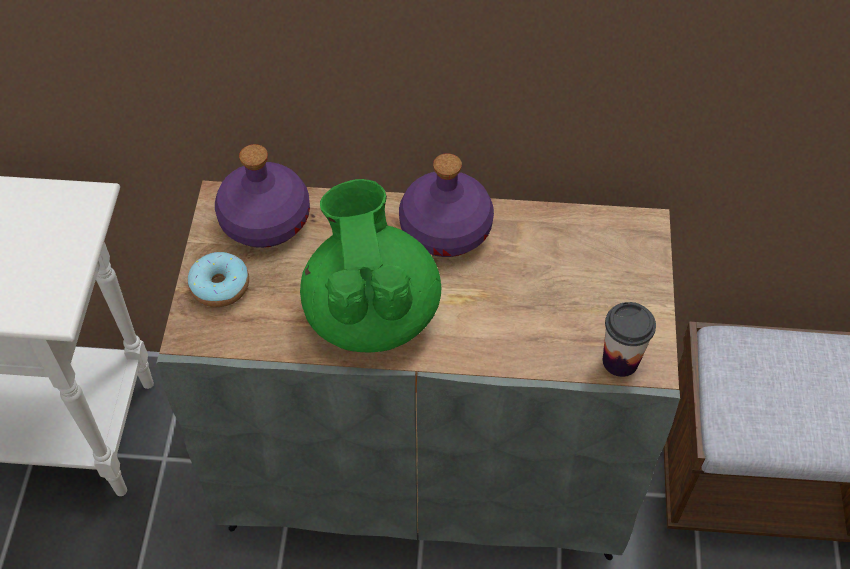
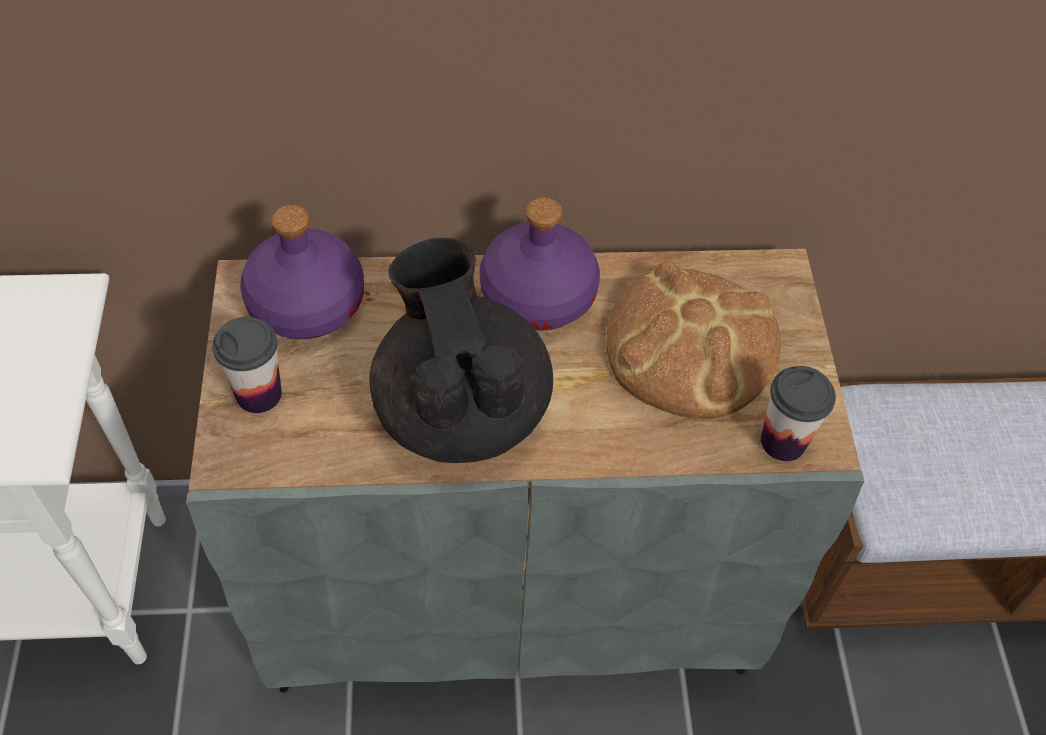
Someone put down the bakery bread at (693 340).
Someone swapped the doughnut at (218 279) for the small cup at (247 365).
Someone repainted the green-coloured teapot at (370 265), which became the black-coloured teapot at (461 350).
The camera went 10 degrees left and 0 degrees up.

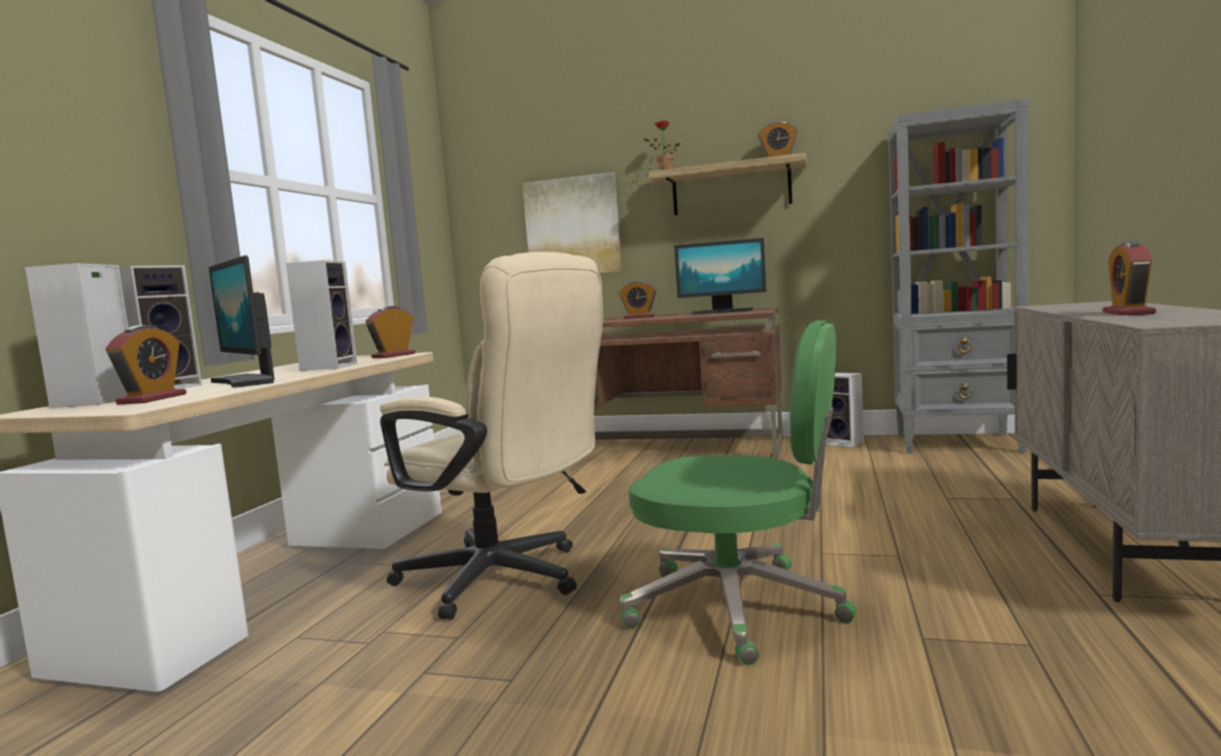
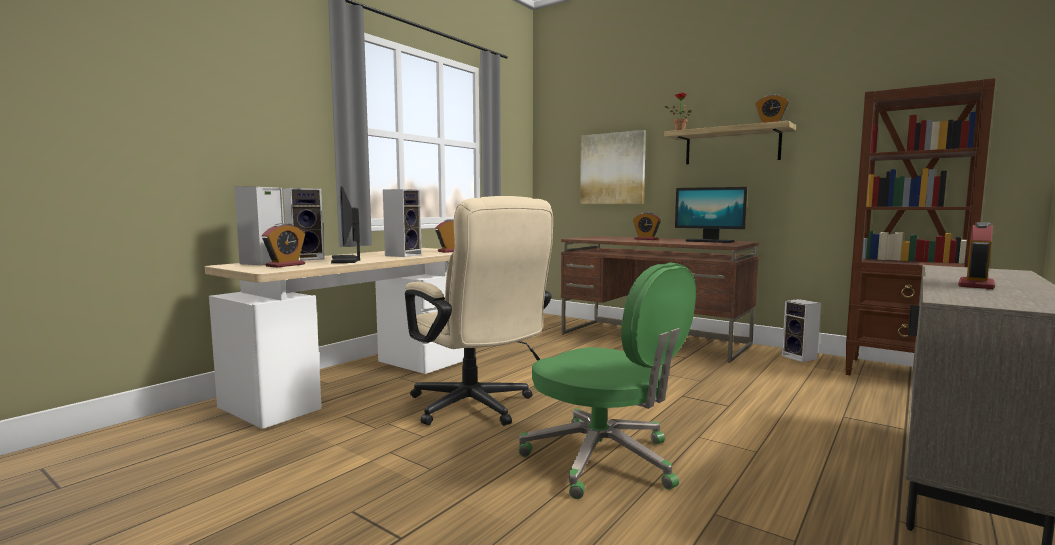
Someone repainted the gray shelving unit at (959 276), which became the brownish shelving unit at (920 227).
The camera went 20 degrees right and 0 degrees up.

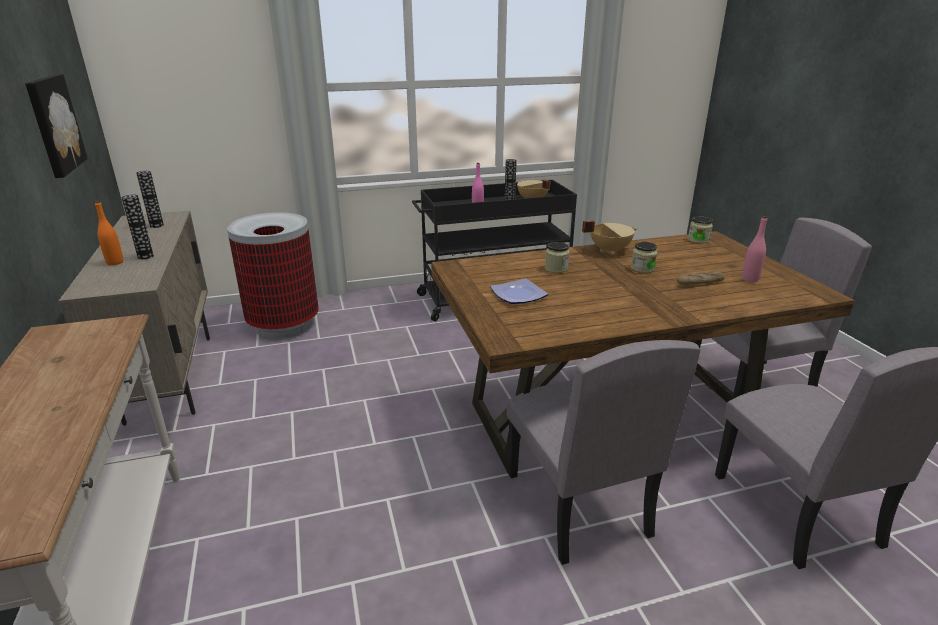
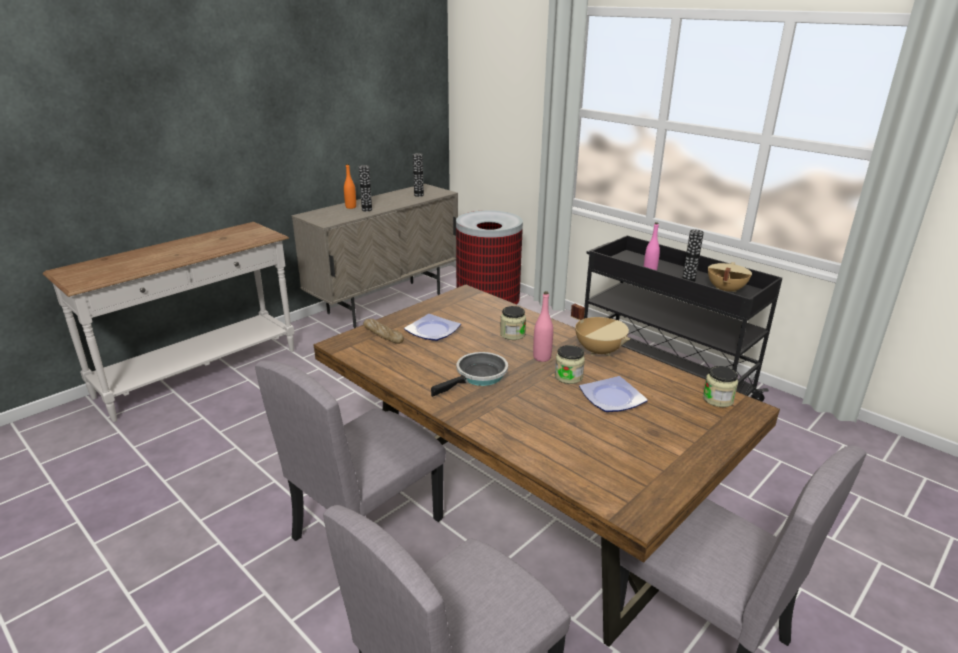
Someone took away the picture at (56 126).
Someone put down the pan at (469 374).
Someone put down the plate at (613 394).
Someone carried the bakery bread from (700 278) to (383 331).
Someone carried the pinkish beverage bottle from (754 249) to (543 326).
The camera went 60 degrees right and 0 degrees up.

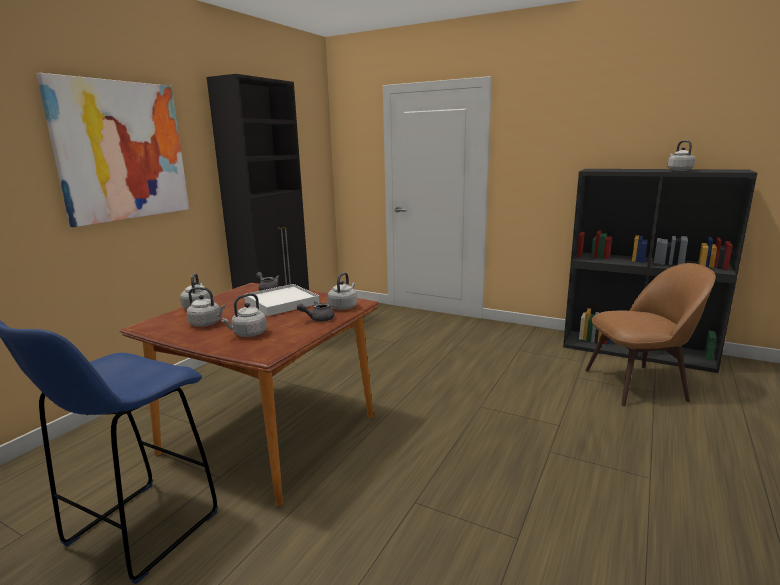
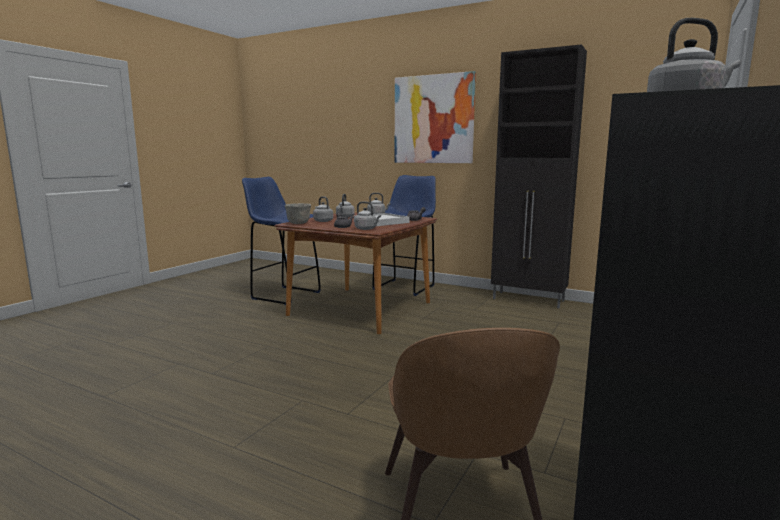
Someone put down the gray deep dish at (298 213).
Someone put down the blue-coloured stool seat at (404 235).
The camera went 90 degrees right and 5 degrees down.

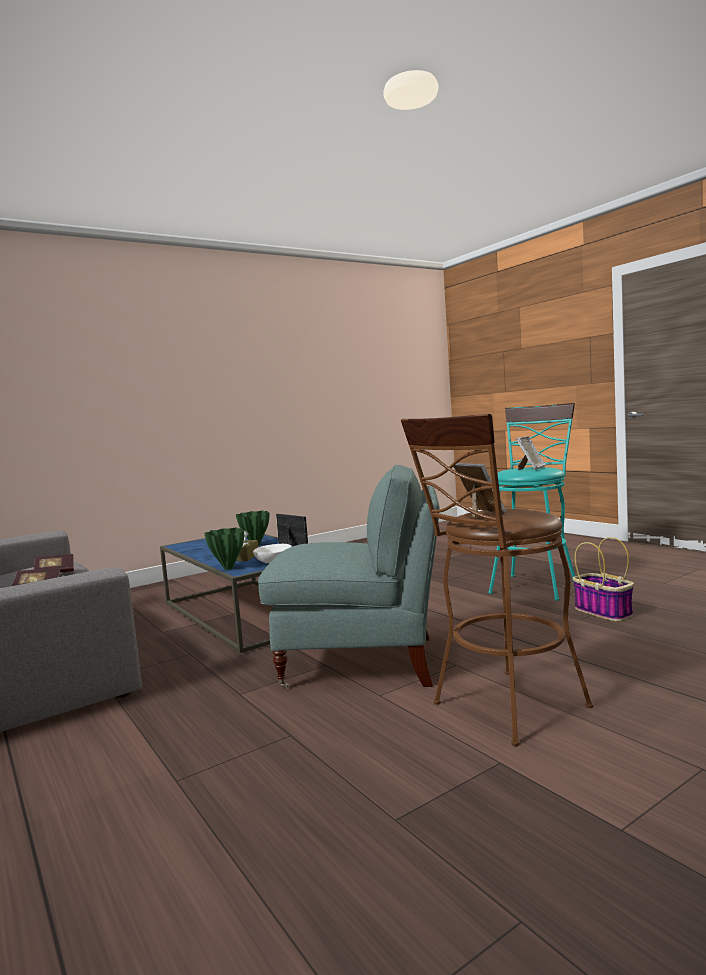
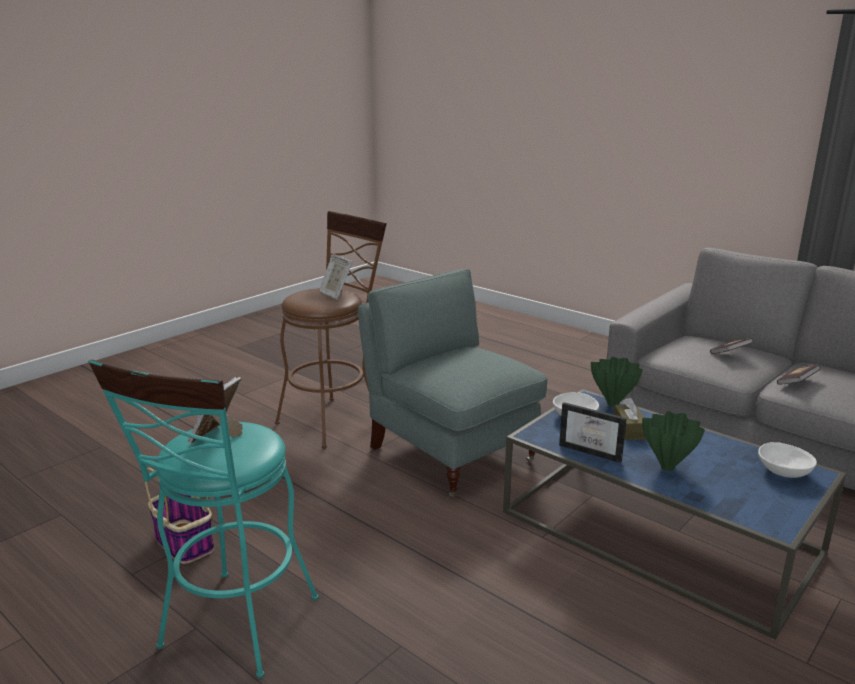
Someone put down the white deep dish at (787 460).
Someone rotated the gray lounge chair at (349 577) by 60 degrees clockwise.
The camera went 165 degrees right and 15 degrees up.

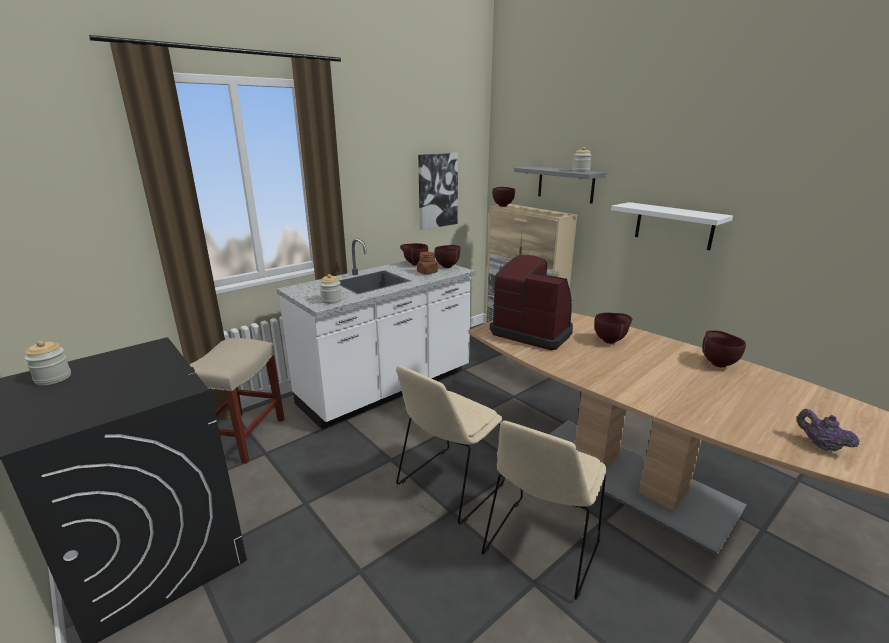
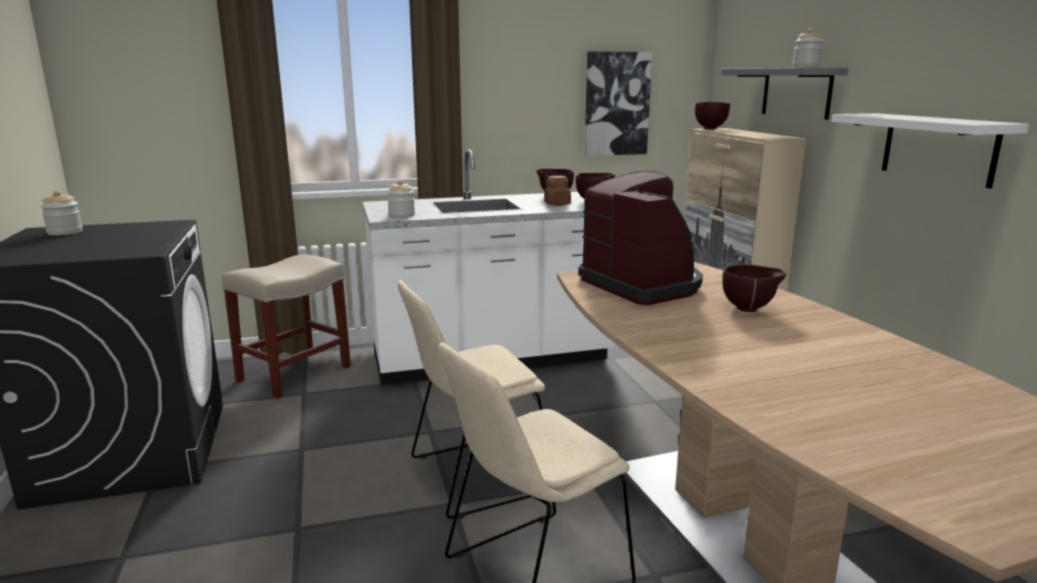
Someone took away the brownish deep dish at (724 348).
Someone took away the purple teapot at (828 430).
The camera went 25 degrees right and 5 degrees down.

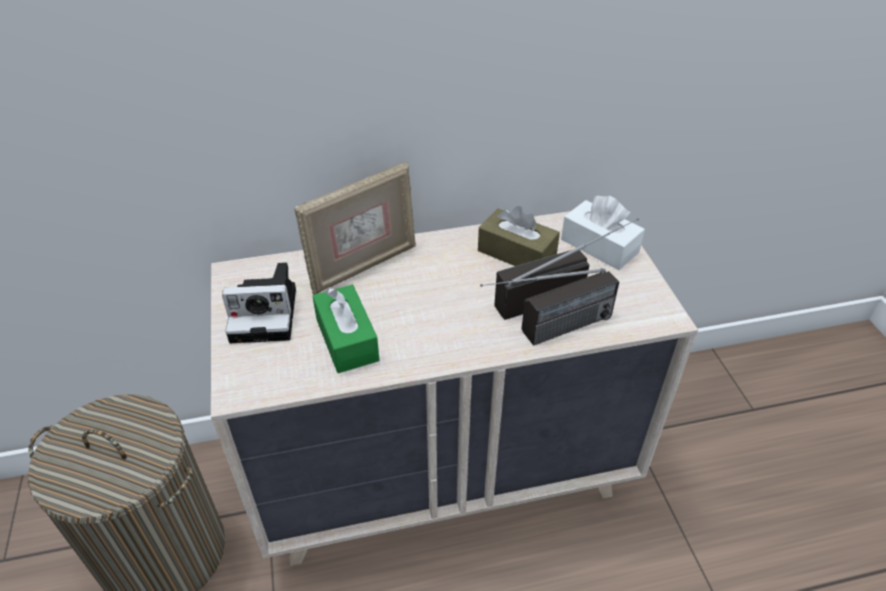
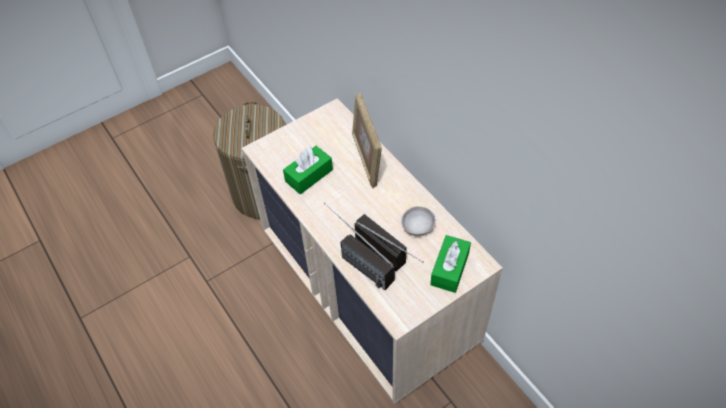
Someone took away the still camera at (259 302).
Someone swapped the brownish tissue holder at (519 236) for the gray deep dish at (418 221).
Someone repainted the white tissue holder at (603 233), which became the green-coloured tissue holder at (450 264).
Someone rotated the standing frame at (355 228) by 45 degrees clockwise.
The camera went 70 degrees right and 10 degrees up.

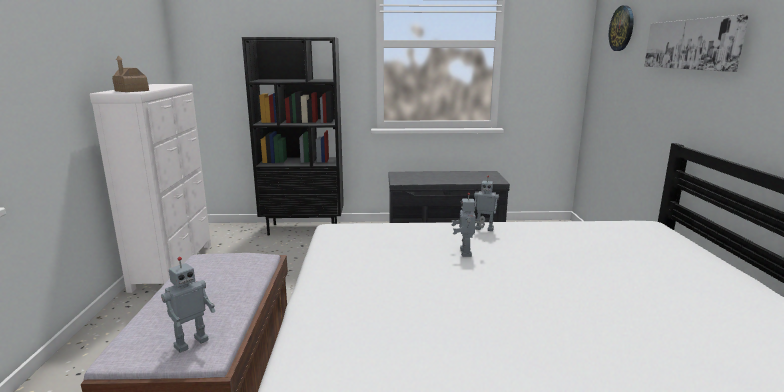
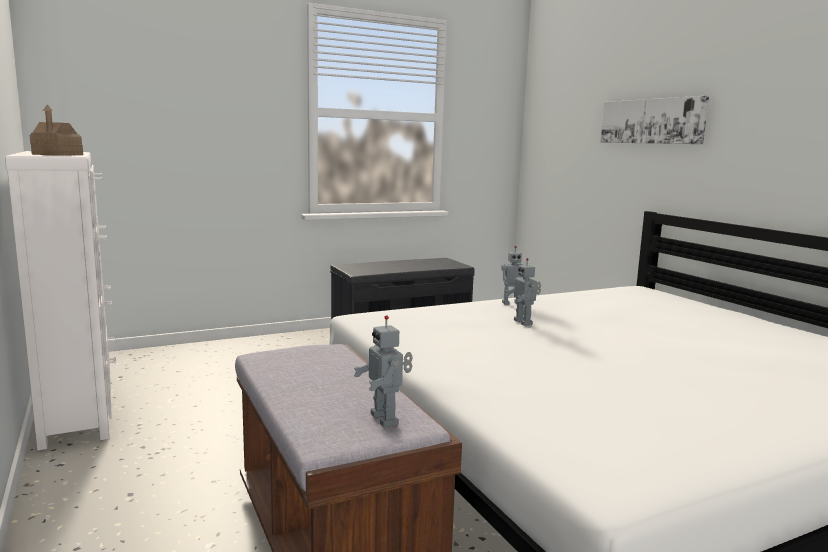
Someone took away the black-coloured shelving unit at (293 136).
Someone took away the hanging clock at (621 28).
Someone rotated the model robot at (188 305) by 135 degrees clockwise.
The camera went 25 degrees left and 5 degrees down.

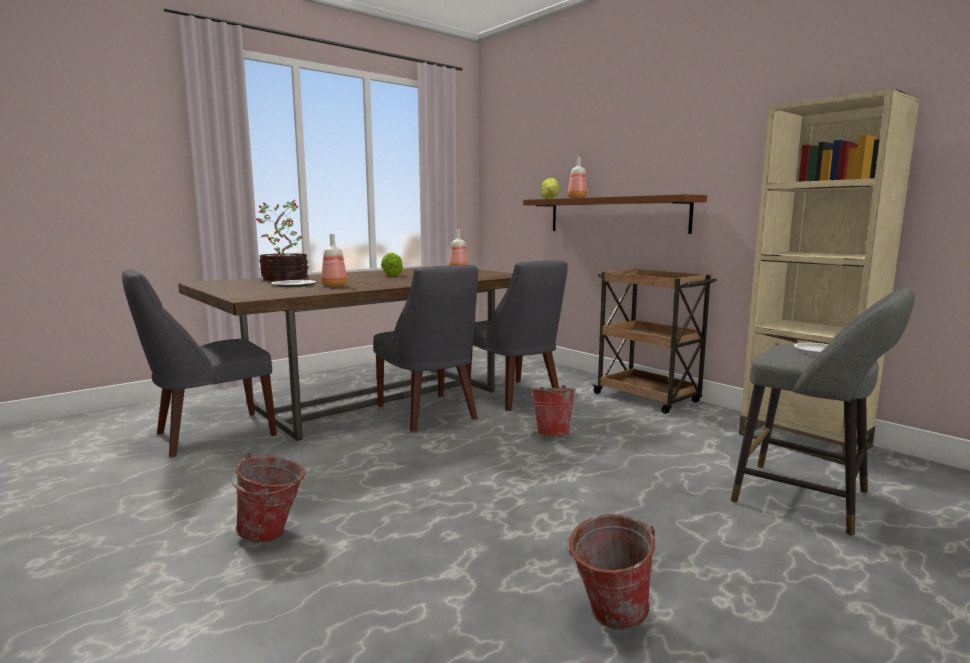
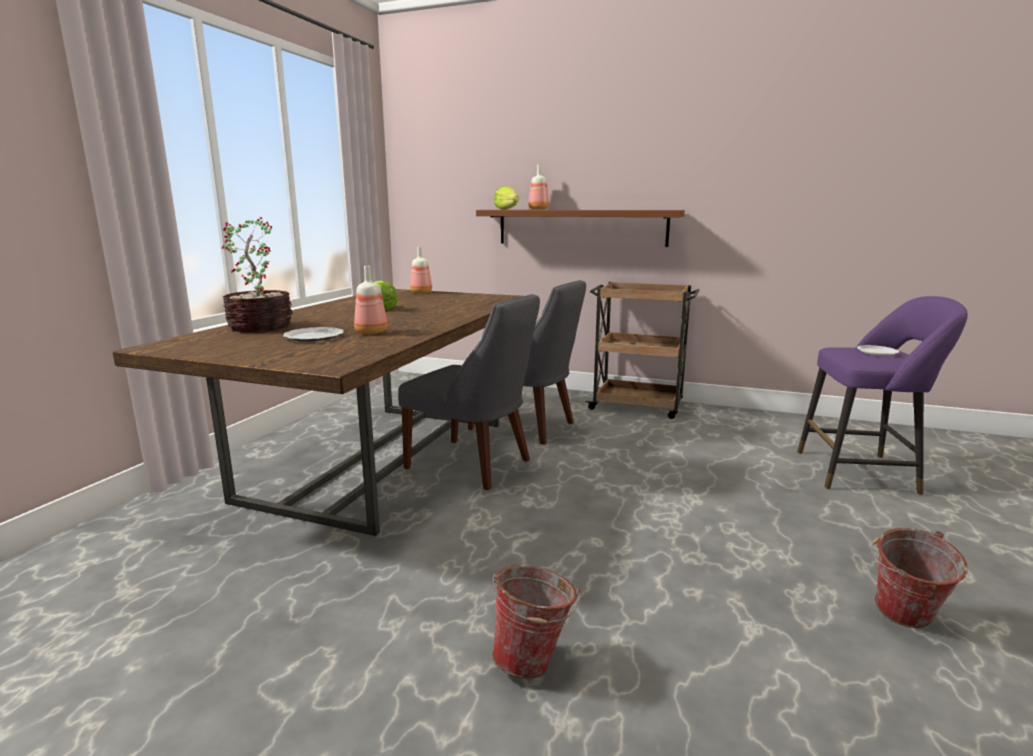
Someone took away the gray upright chair at (199 363).
Someone took away the pail at (555 410).
Someone took away the sand-coloured shelving unit at (829 276).
Someone repainted the gray stool seat at (823 412), which became the purple stool seat at (882 395).
The camera went 30 degrees left and 5 degrees up.

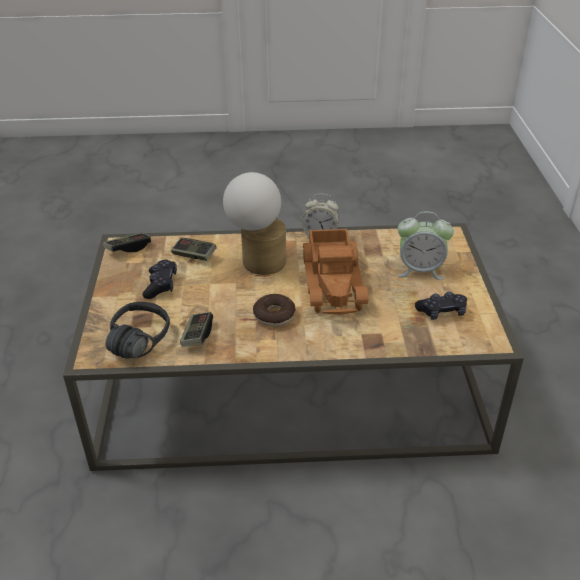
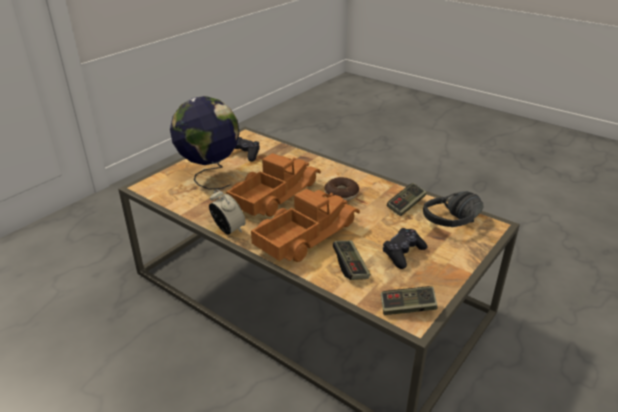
Someone swapped the lamp for a table at (254 223) for the toy truck at (305 225).
Someone swapped the alarm clock at (426 246) for the globe at (205 142).
The camera went 140 degrees left and 5 degrees down.

